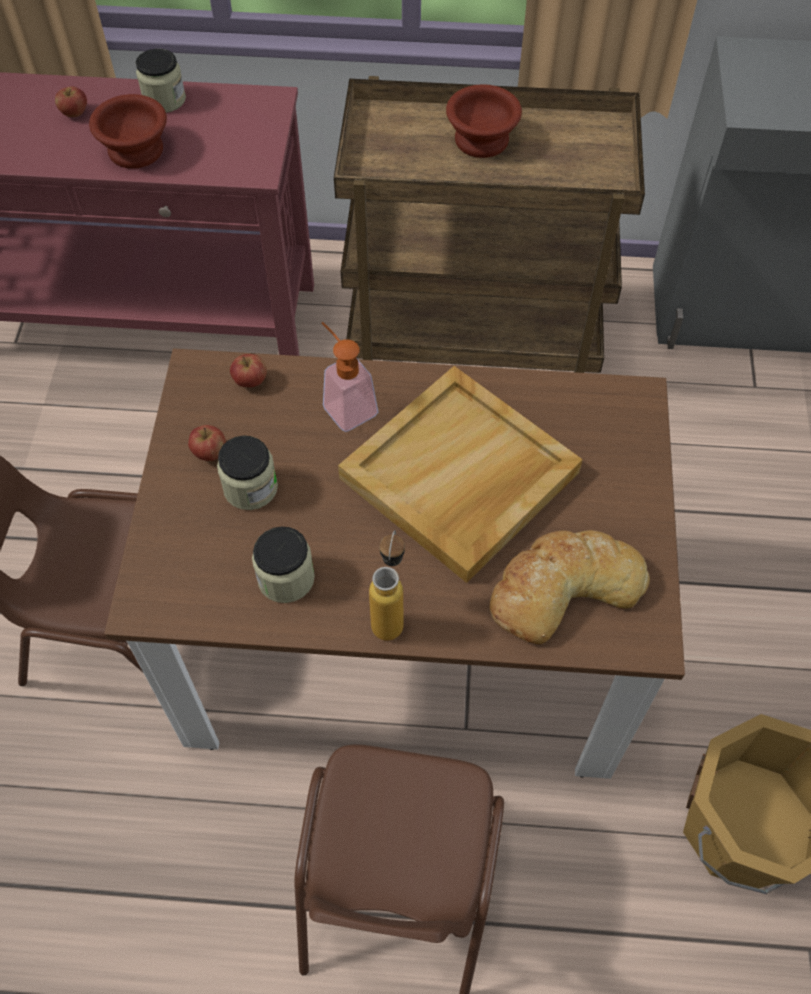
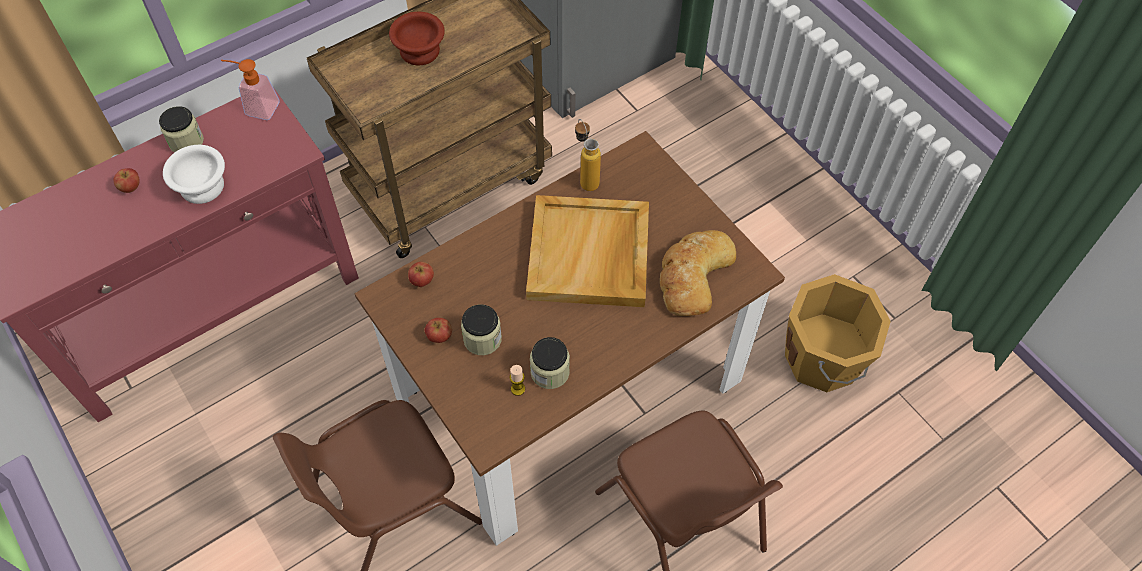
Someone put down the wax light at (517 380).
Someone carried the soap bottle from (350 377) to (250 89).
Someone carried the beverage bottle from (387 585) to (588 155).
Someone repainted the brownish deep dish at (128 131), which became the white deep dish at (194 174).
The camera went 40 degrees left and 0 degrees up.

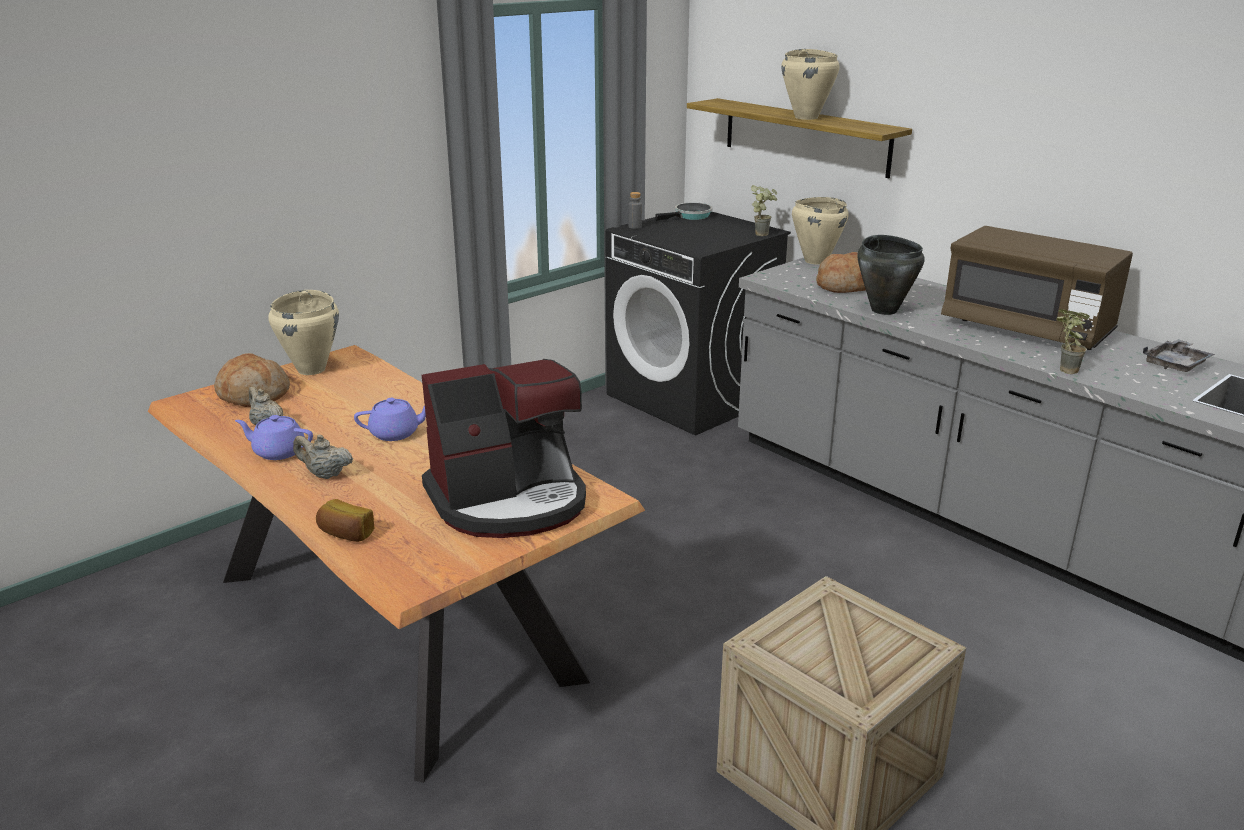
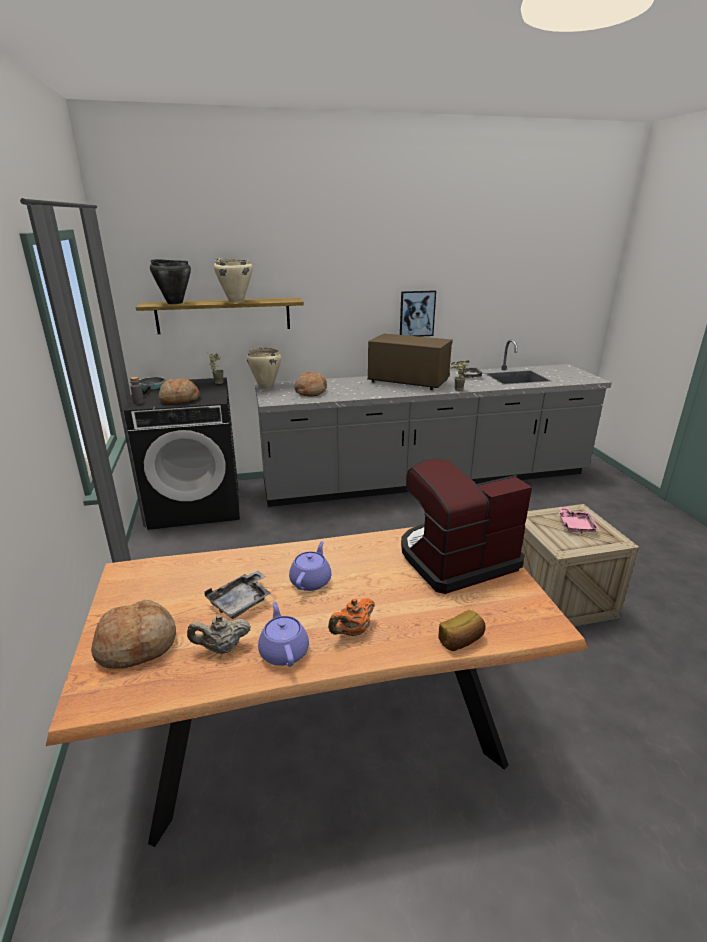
Someone took away the sand-coloured stockpot at (303 332).
Someone put down the bakery bread at (179 391).
Someone put down the gray serving tray at (237 594).
Someone put up the picture at (418 313).
Someone put down the pinkish serving tray at (578 520).
Someone carried the black-coloured stockpot from (891 275) to (170 281).
Someone repainted the sand-coloured teapot at (323 456), which became the orange-coloured teapot at (351 617).
Someone rotated the purple teapot at (274 437) by 120 degrees clockwise.
Someone rotated the coffee brewer at (504 448) by 120 degrees counterclockwise.
Someone rotated the brownish kitchen microwave at (1037 288) by 135 degrees counterclockwise.
The camera went 60 degrees left and 0 degrees up.

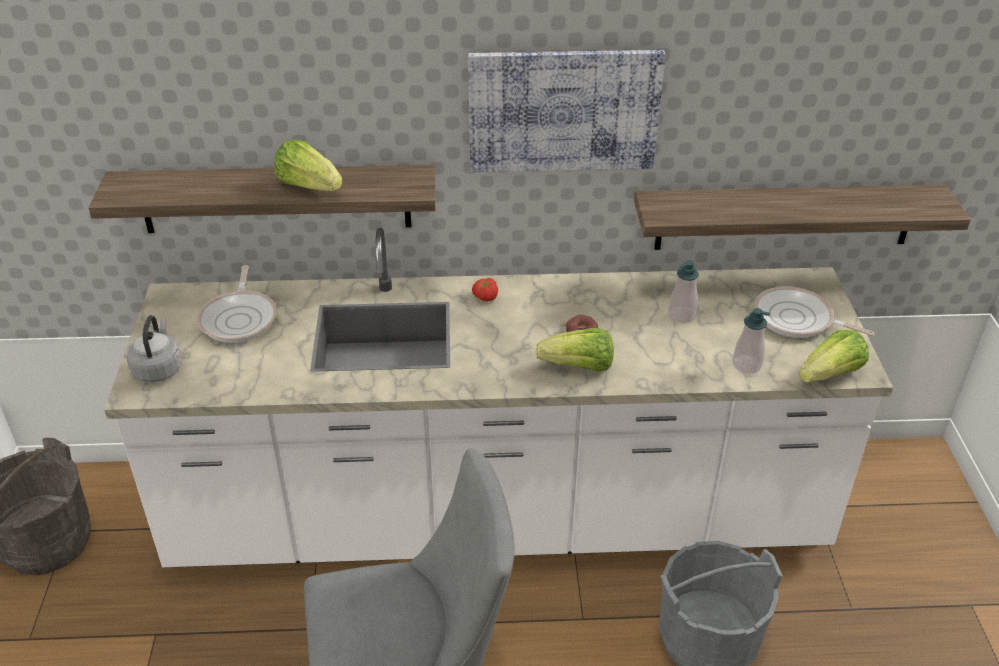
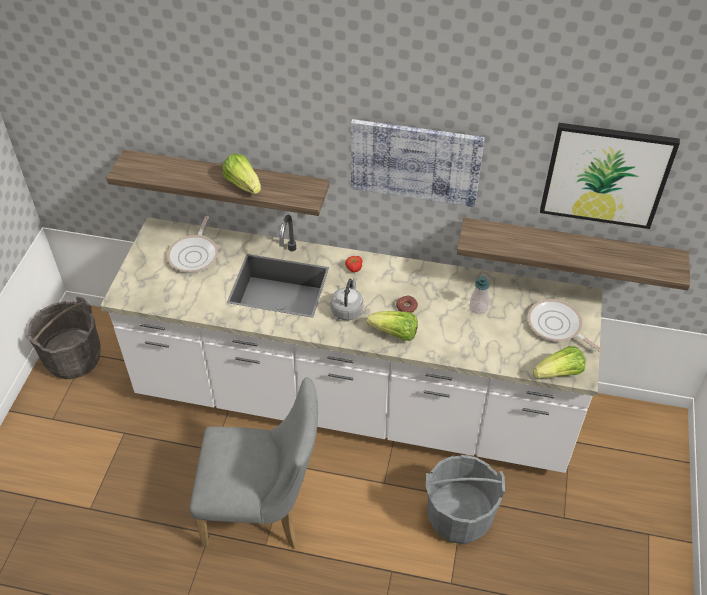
Someone took away the soap bottle at (751 341).
Someone put up the picture at (610 176).
Someone carried the gray kettle from (154 348) to (347 299).
The camera went 15 degrees right and 10 degrees up.

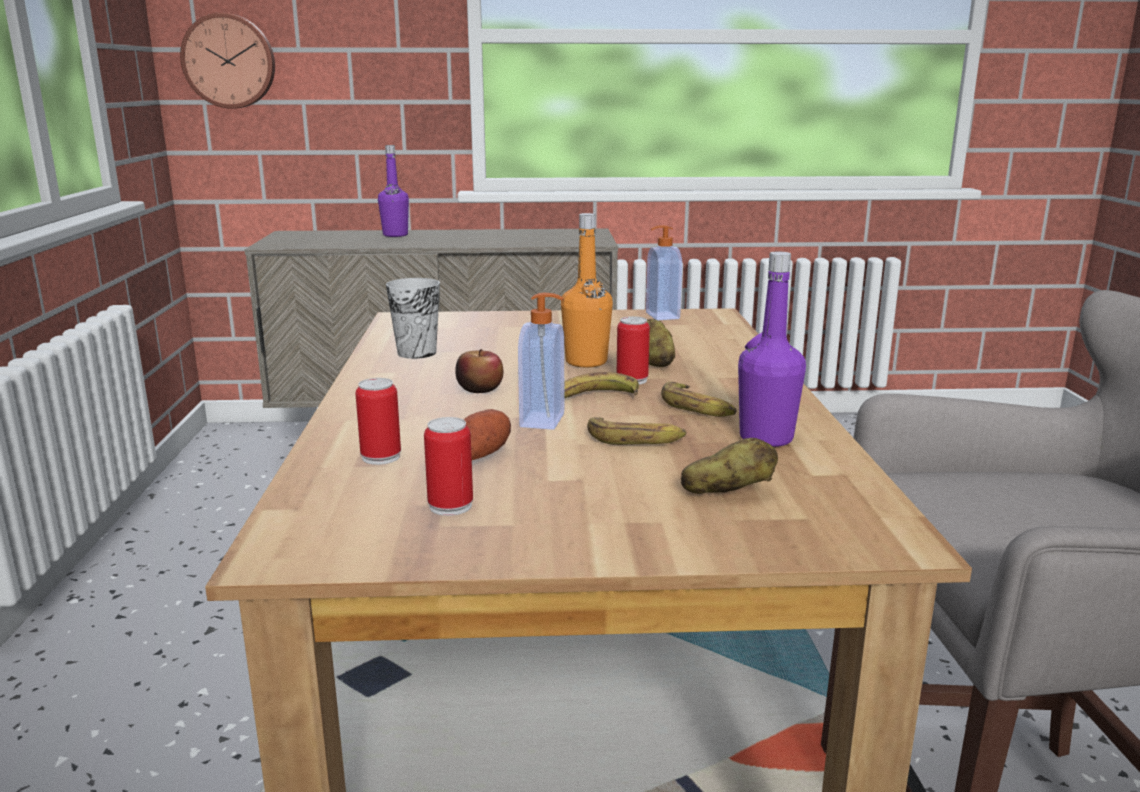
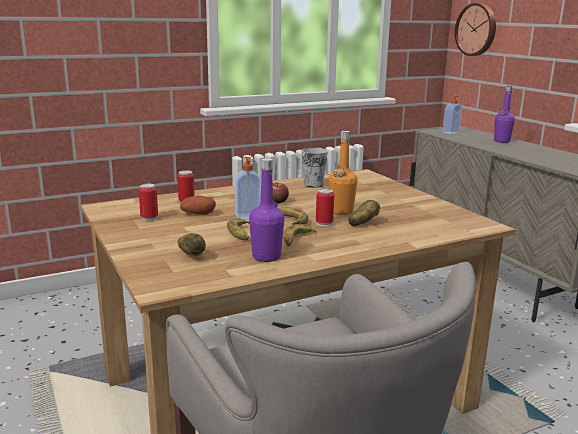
Someone carried the soap bottle from (664 272) to (452 114).
The camera went 65 degrees right and 0 degrees up.

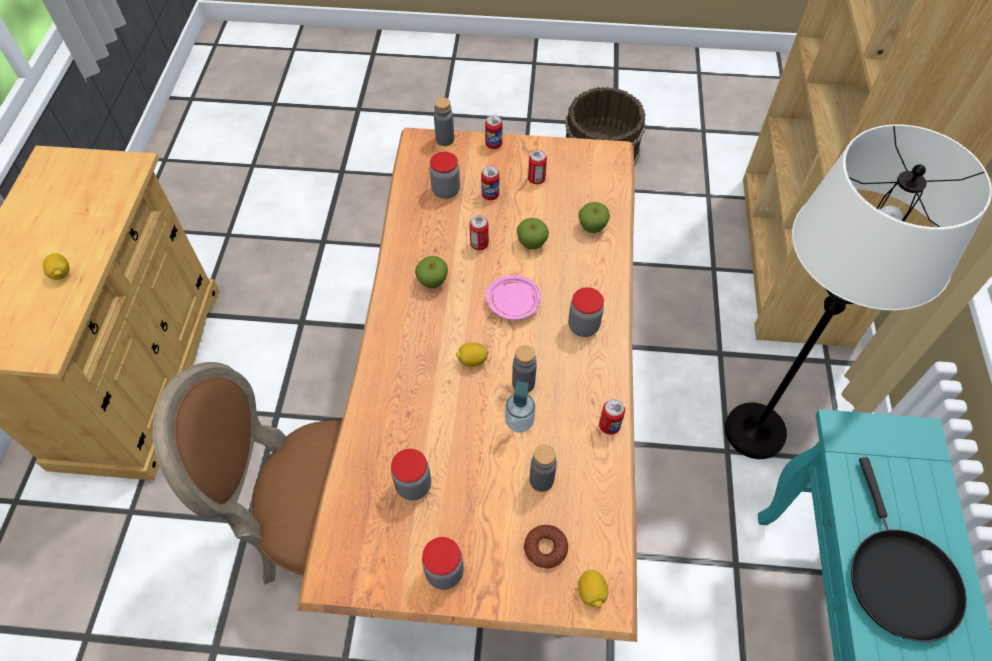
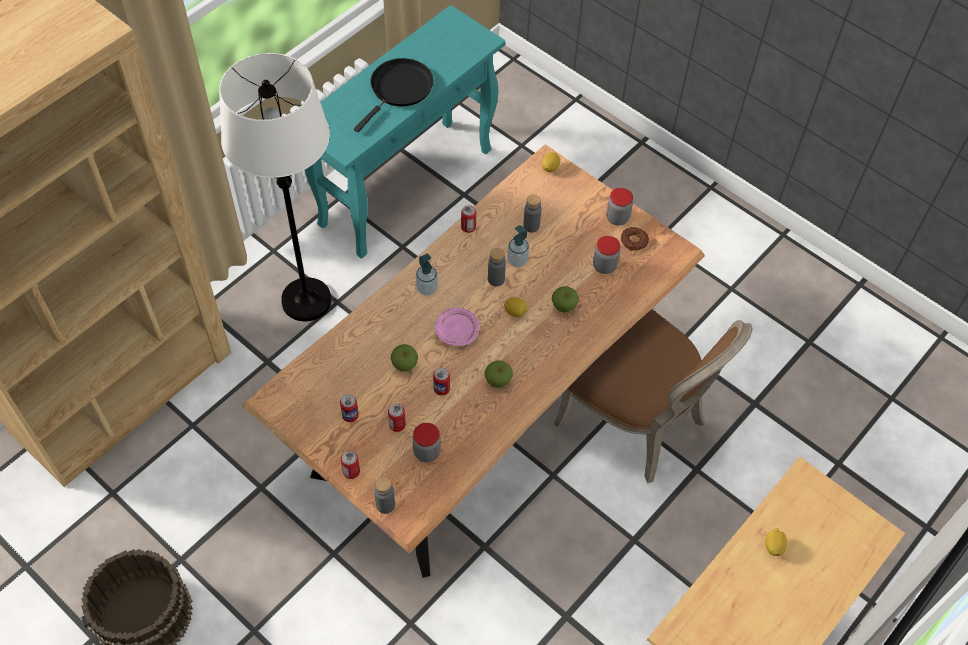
Someone carried the doughnut from (546 547) to (635 239).
Someone carried the apple from (594 217) to (565 299).
Someone swapped the storage jar at (586 312) for the soap bottle at (427 274).
The camera went 145 degrees left and 0 degrees up.

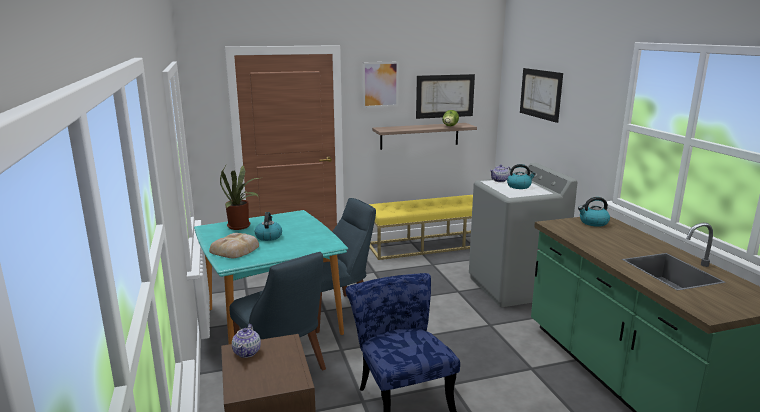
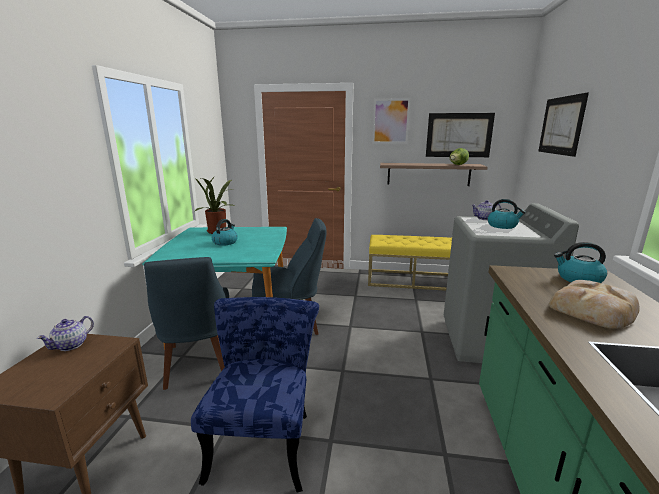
Someone carried the bakery bread from (234 245) to (594 304).
The camera went 25 degrees right and 0 degrees up.

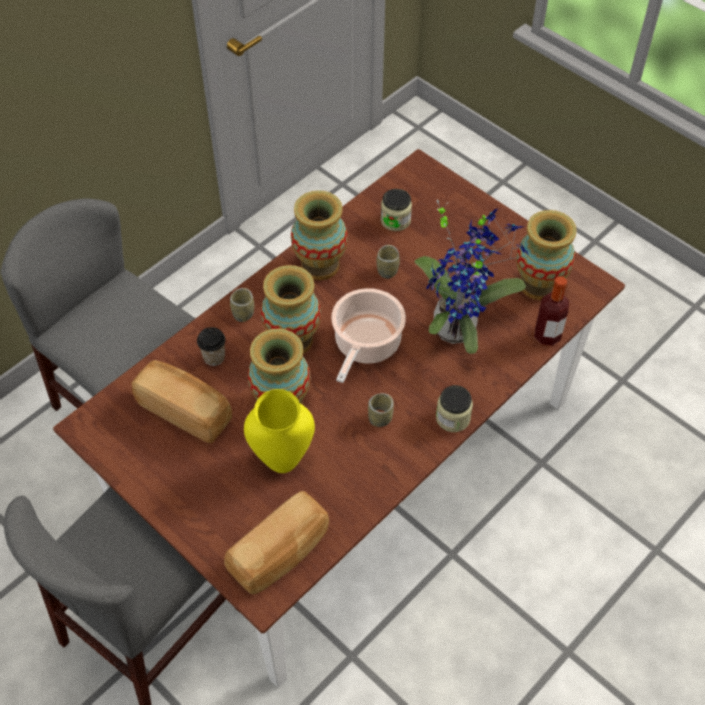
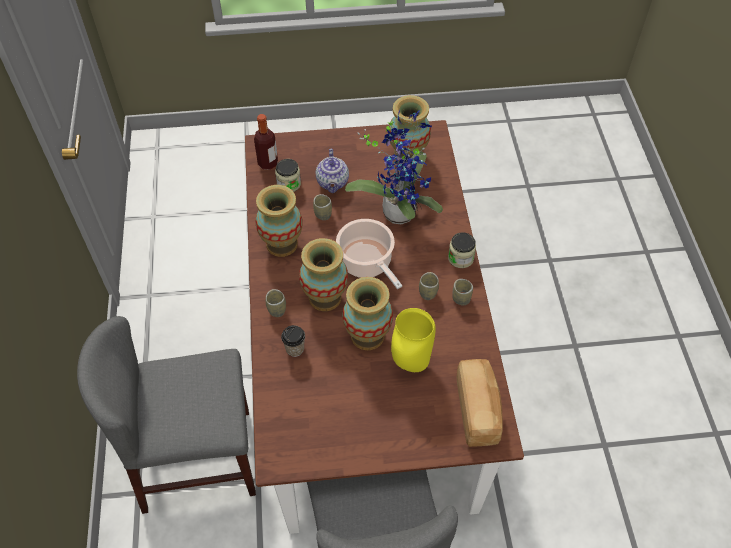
Someone took away the bakery bread at (182 401).
Someone put down the teapot at (332 171).
Someone put down the small cup at (462 292).
Someone carried the beverage bottle from (551 311) to (266 142).
The camera went 50 degrees left and 0 degrees up.

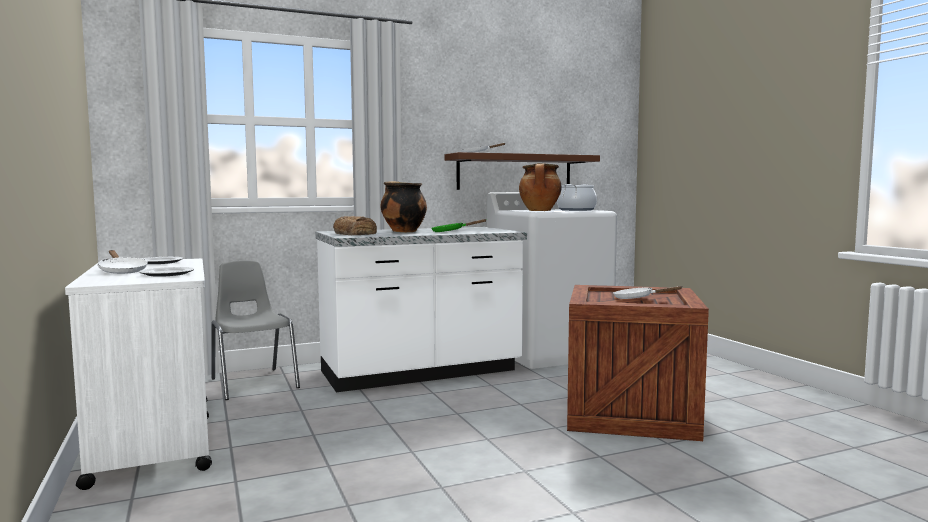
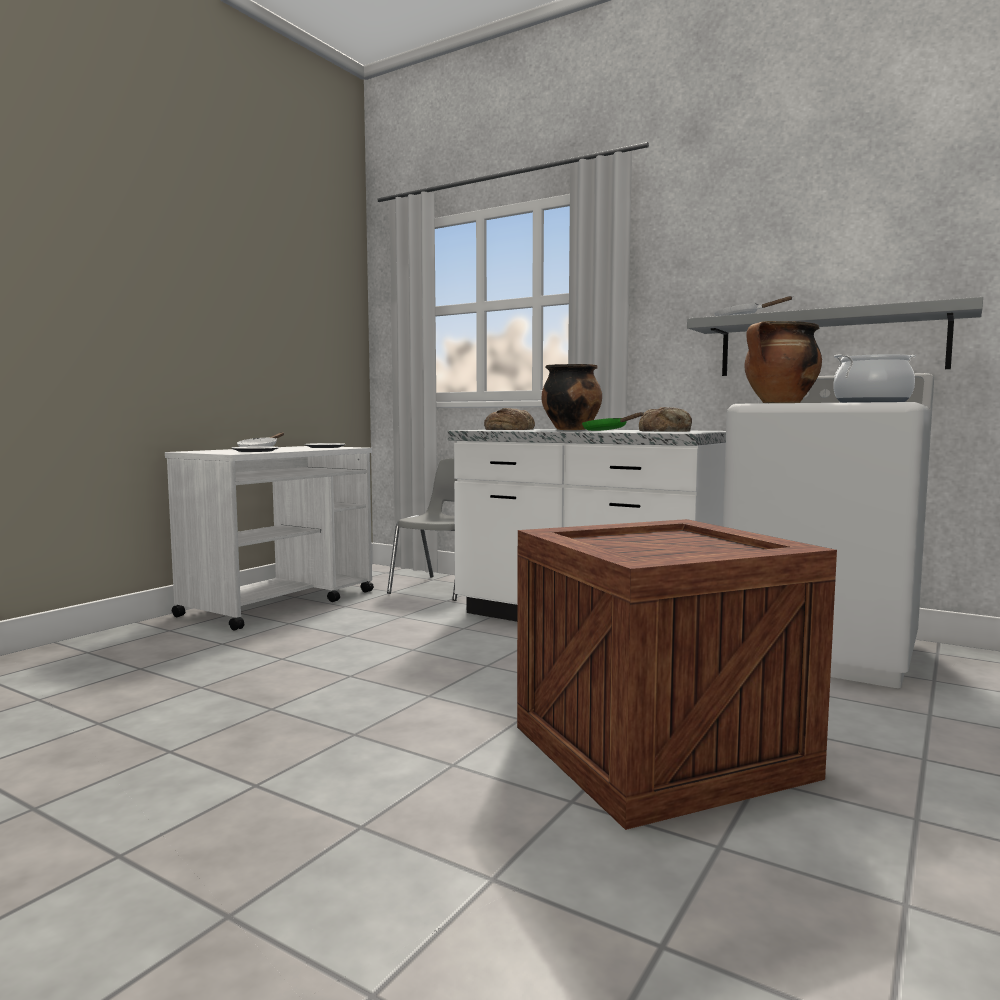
Someone took away the white pan at (647 292).
Someone put down the bakery bread at (665 419).
Someone repainted the brownish shelf at (522 171), which became the gray shelf at (835 336).
The camera went 55 degrees right and 0 degrees up.

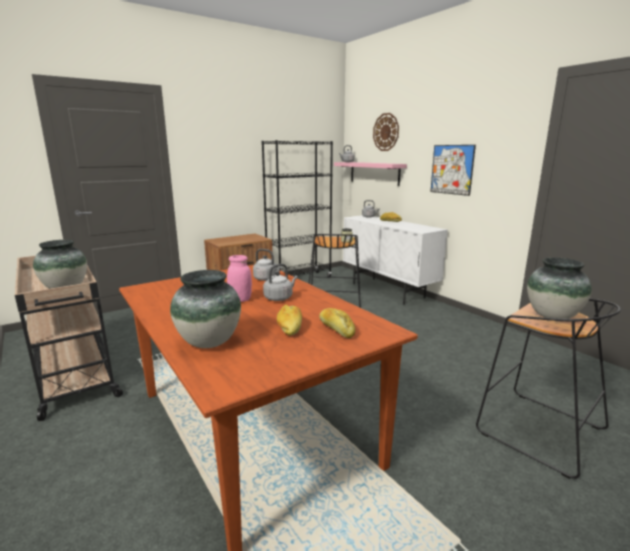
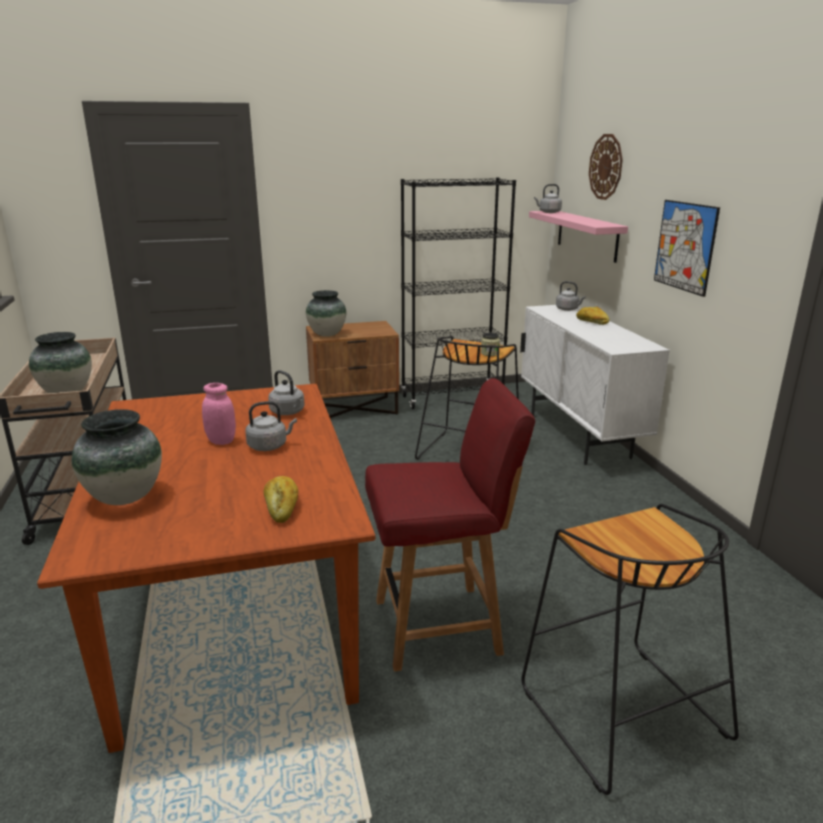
Someone took away the bakery bread at (289 320).
Someone put down the red-coloured upright chair at (450 525).
Someone carried the vase from (559 288) to (326 313).
The camera went 20 degrees right and 5 degrees up.

